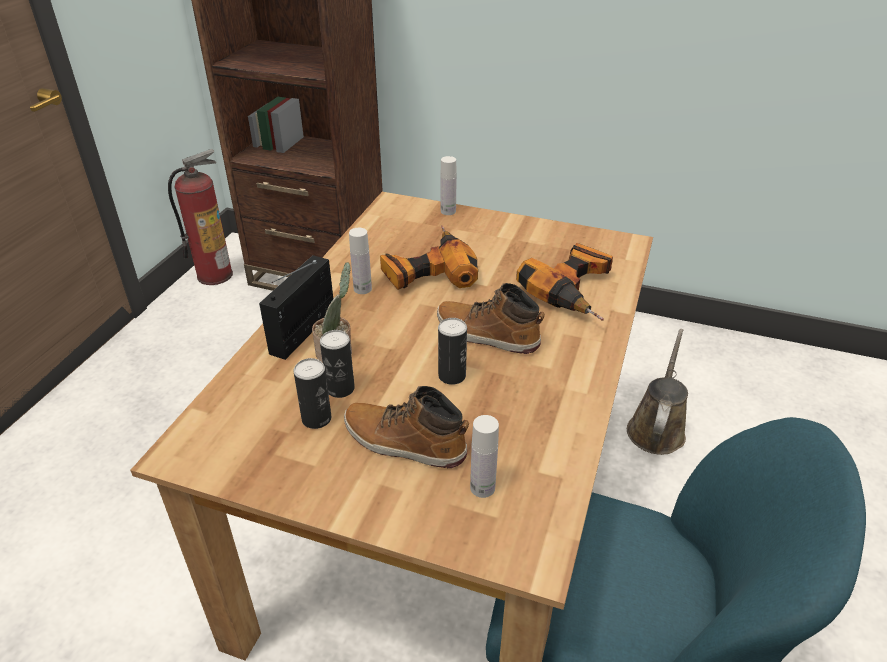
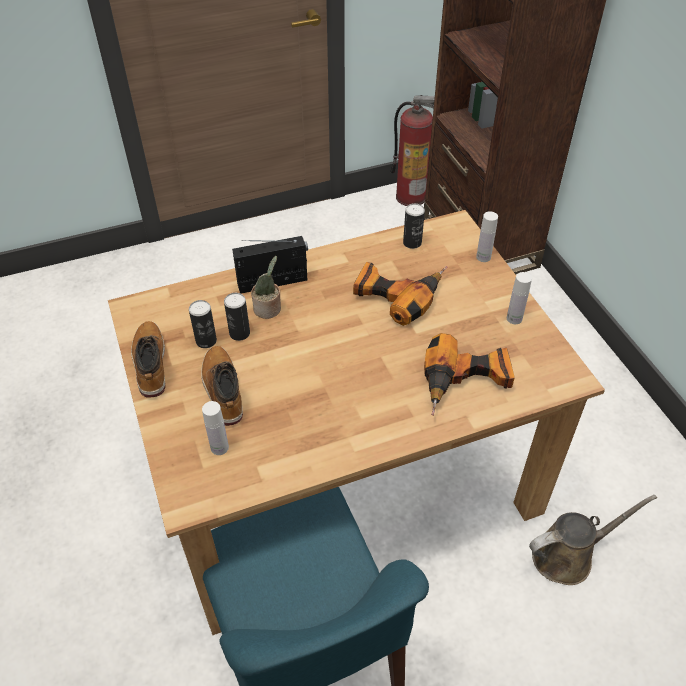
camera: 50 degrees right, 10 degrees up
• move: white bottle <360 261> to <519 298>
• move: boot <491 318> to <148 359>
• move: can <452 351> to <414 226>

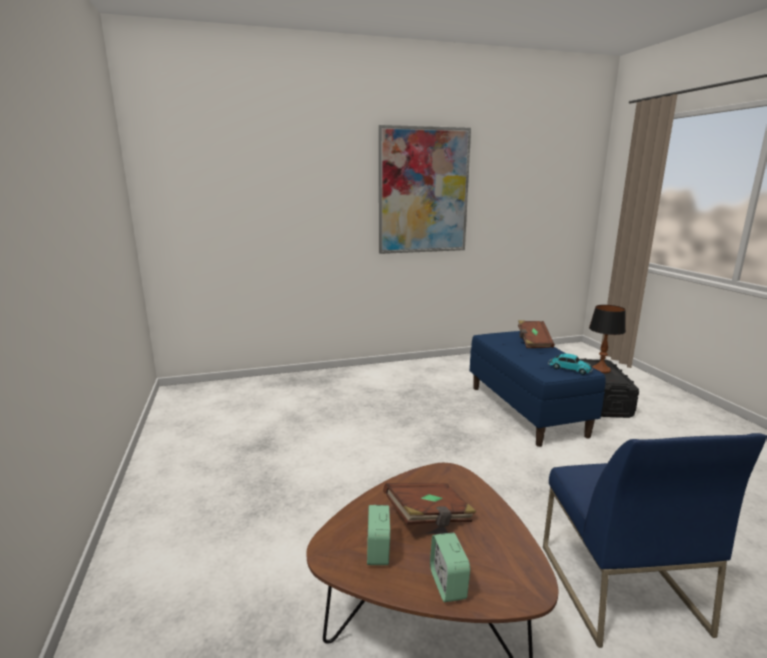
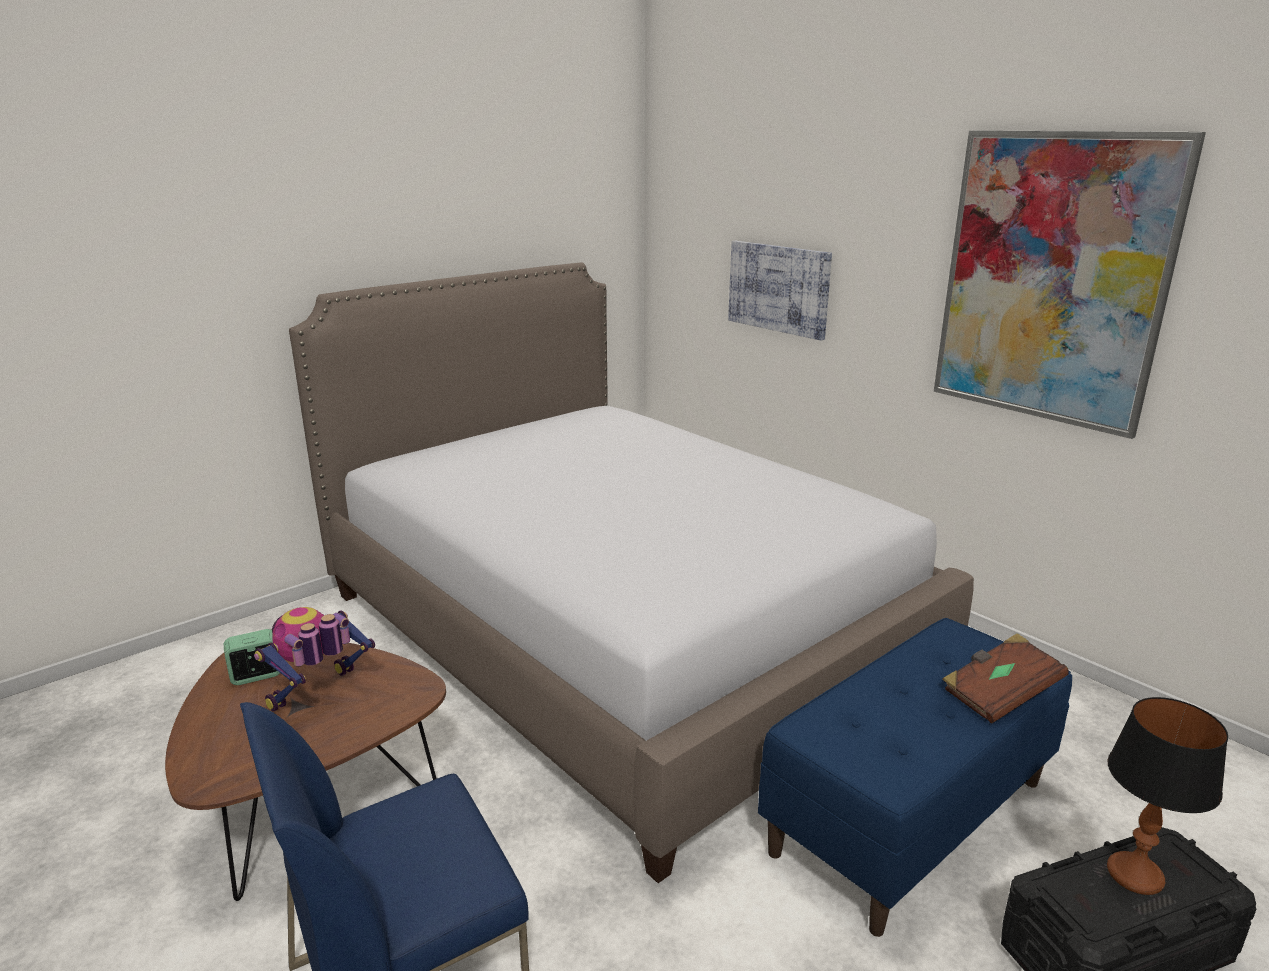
camera: 65 degrees right, 5 degrees up
• replace: brown book <429 505> to toy robot <314 659>
• delete: alarm clock <450 567>
• delete: toy car <570 364>
• insert: bed <631 572>
• insert: picture <780 290>

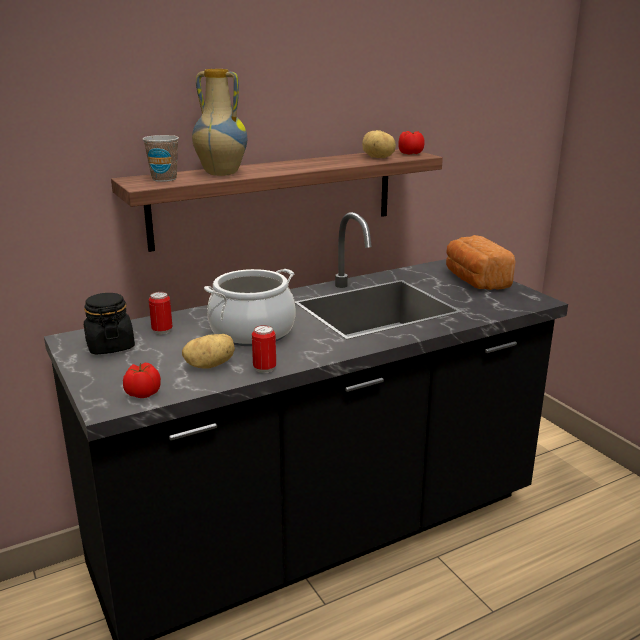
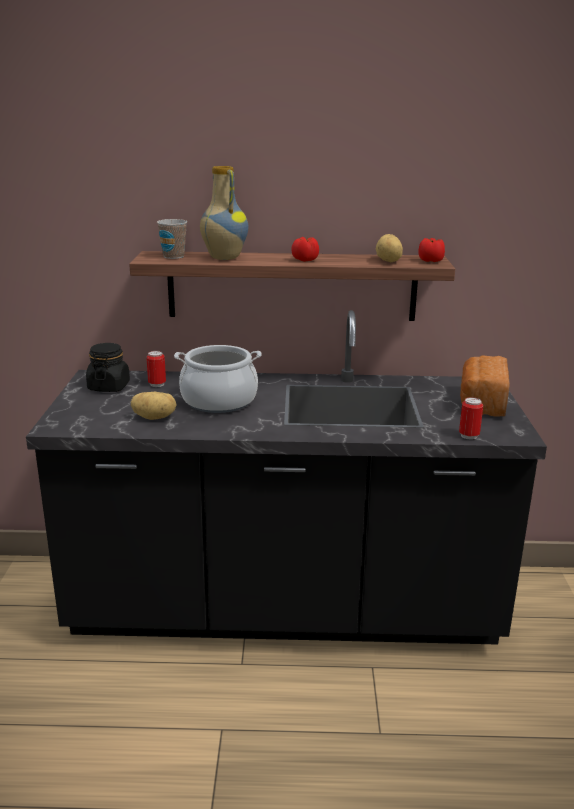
camera: 30 degrees right, 0 degrees up
• move: tomato <142 380> to <305 249>
• move: can <264 349> to <471 418>

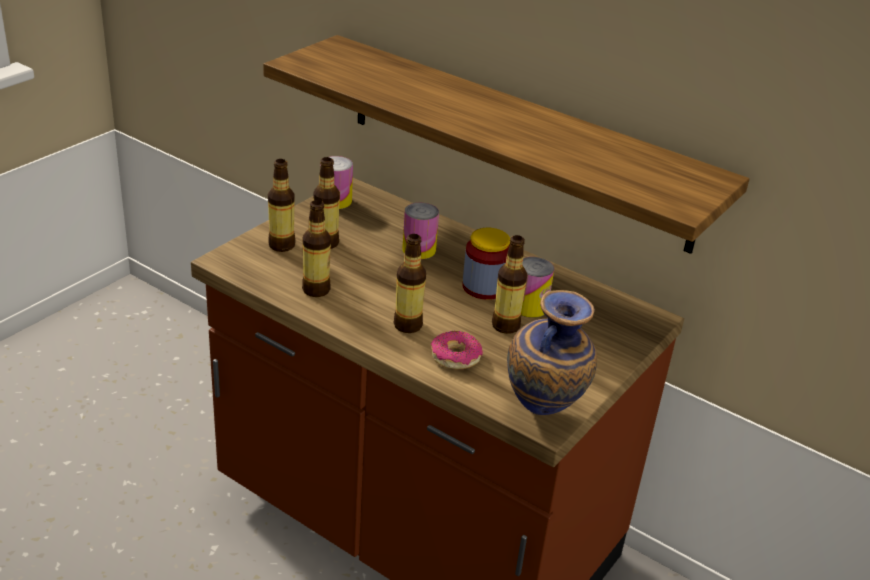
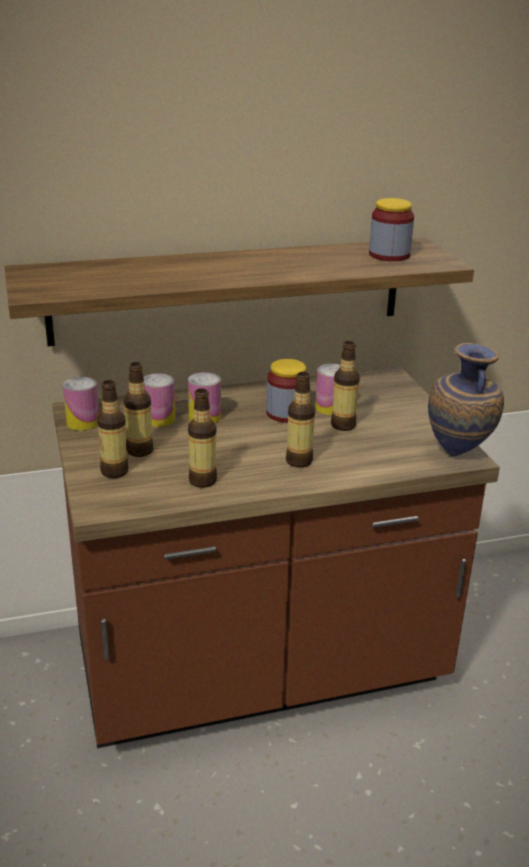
camera: 50 degrees left, 5 degrees down
• delete: donut <457 350>
• insert: can <159 400>
• insert: jar <391 229>

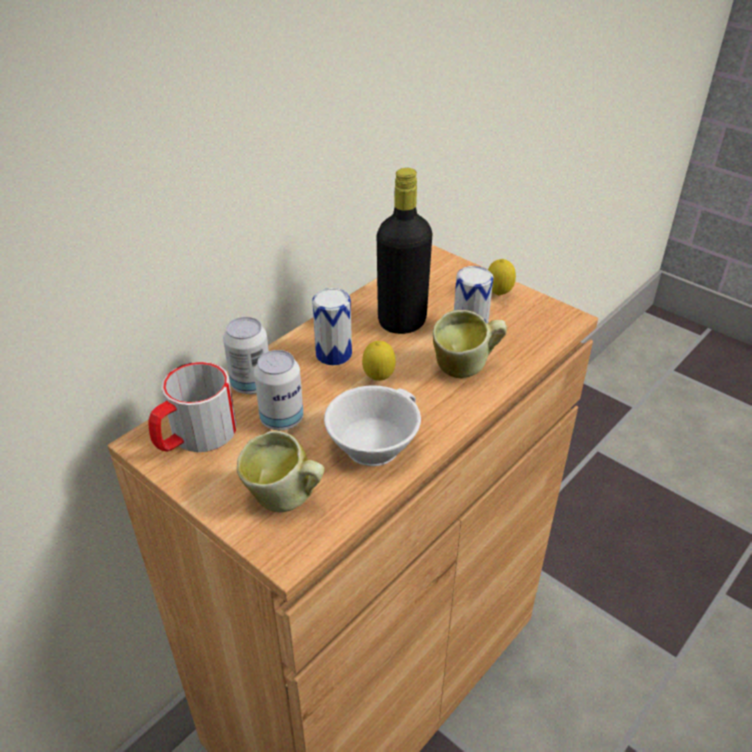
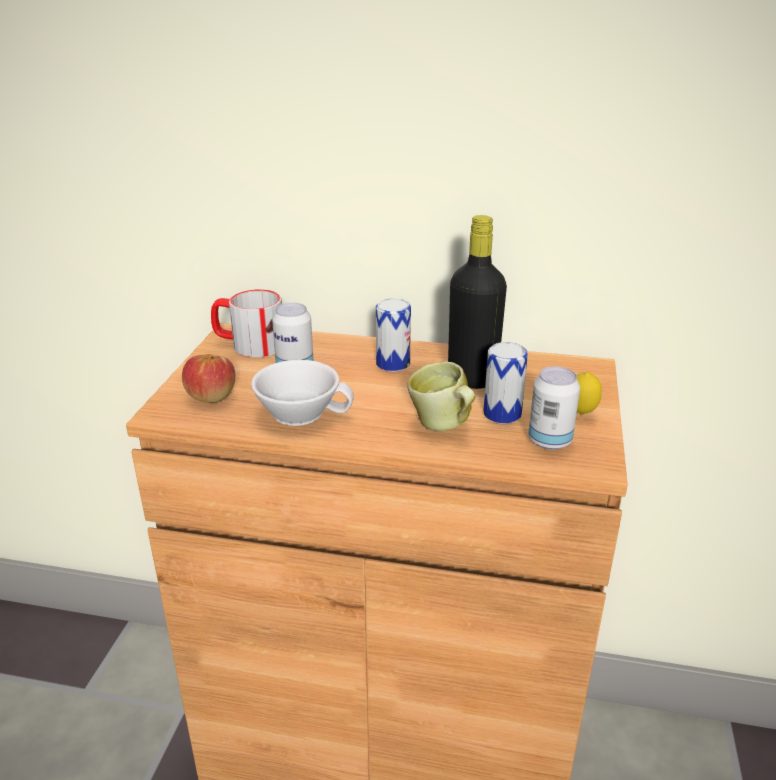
camera: 60 degrees right, 10 degrees down
• move: can <246 355> to <554 408>
• replace: mug <281 471> to apple <208 378>
• delete: lemon <379 361>

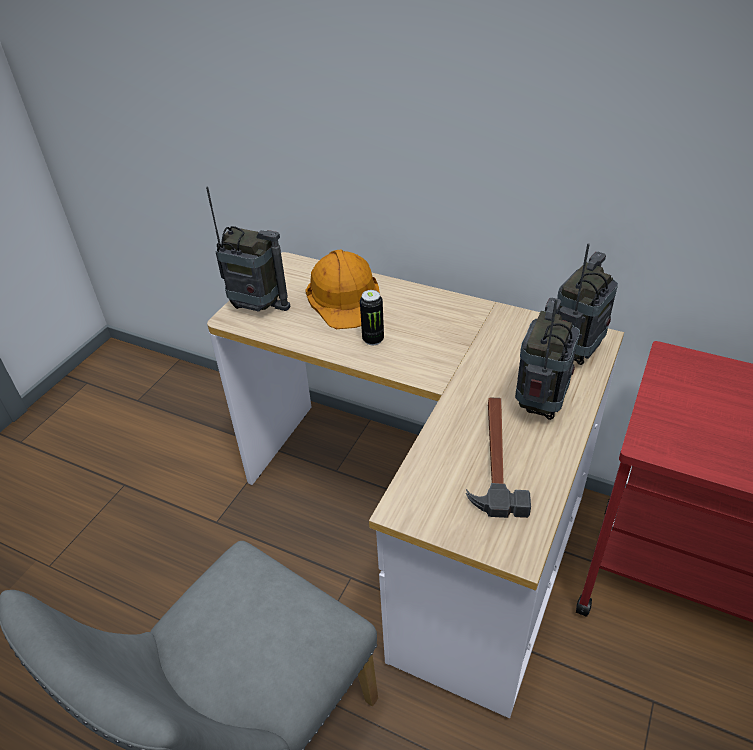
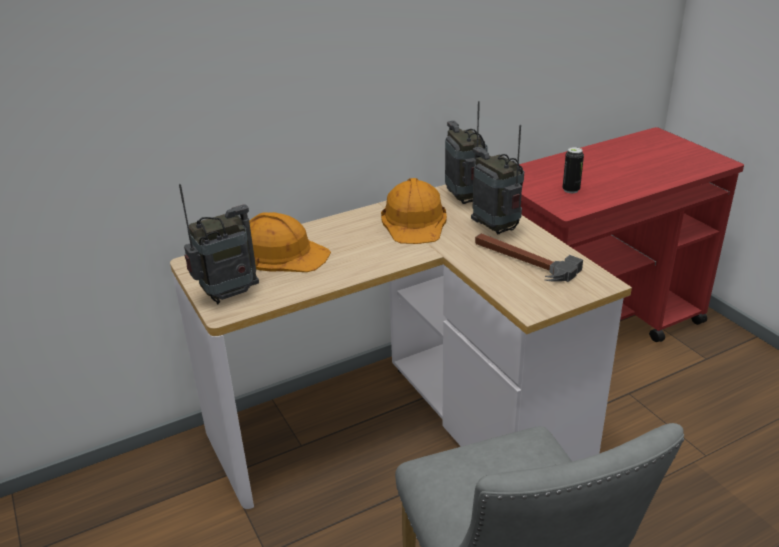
camera: 55 degrees left, 10 degrees down
• move: can <372 317> to <573 170>
• insert: orange hard hat <414 211>

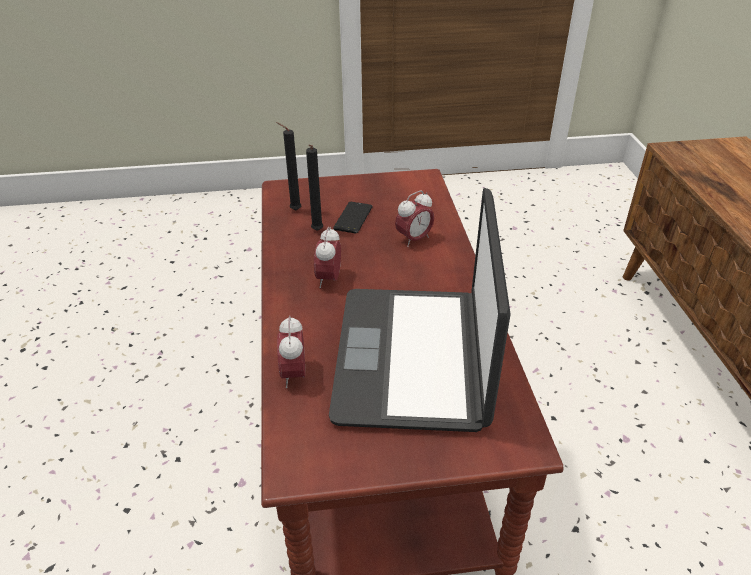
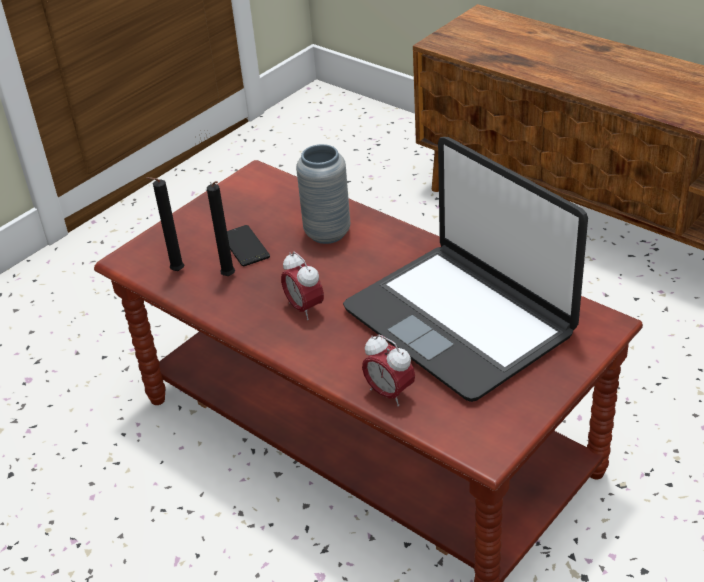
camera: 40 degrees left, 0 degrees up
• replace: alarm clock <414 219> to grey vase <323 194>

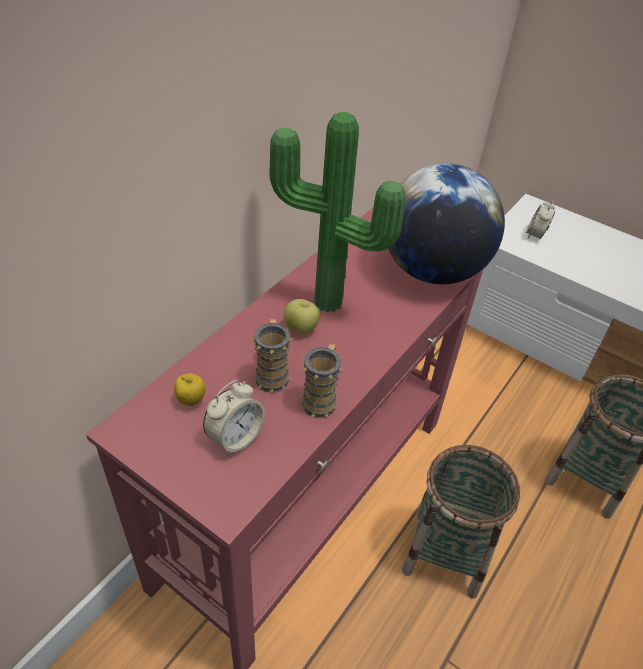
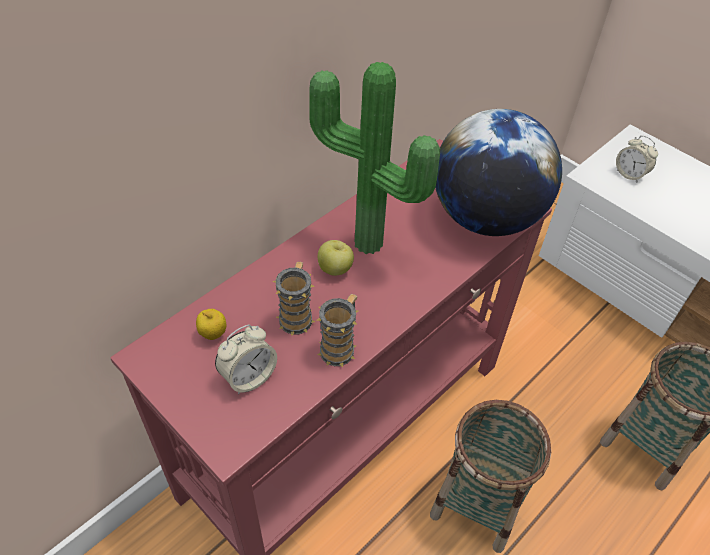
camera: 10 degrees right, 5 degrees up
• rotate: alarm clock <540 219> = <637 159> 75 degrees counterclockwise

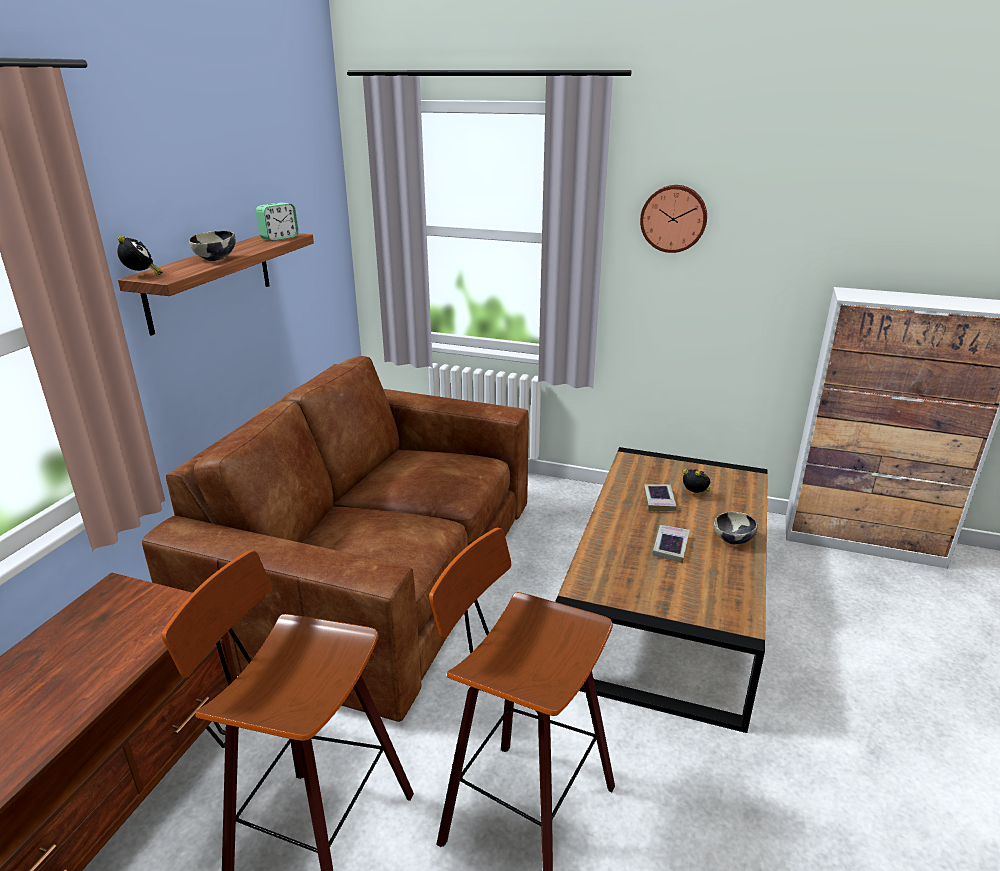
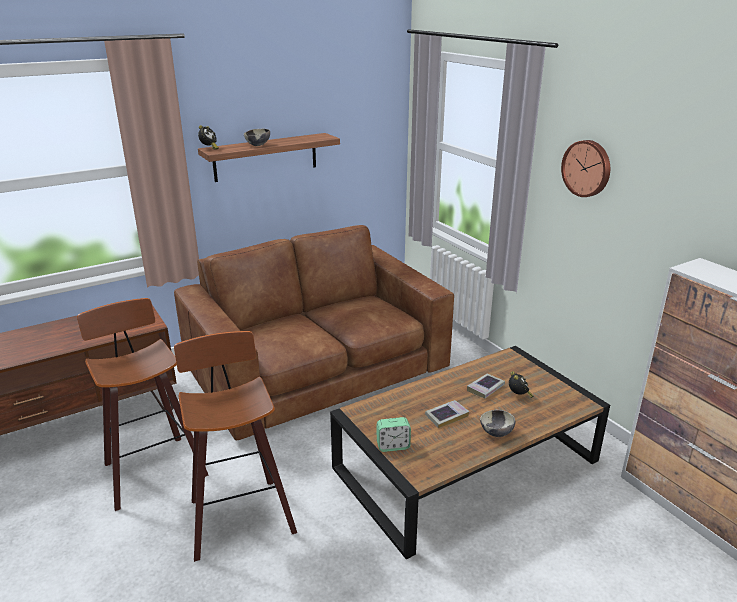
camera: 40 degrees right, 0 degrees up
• move: alarm clock <277 222> to <394 434>

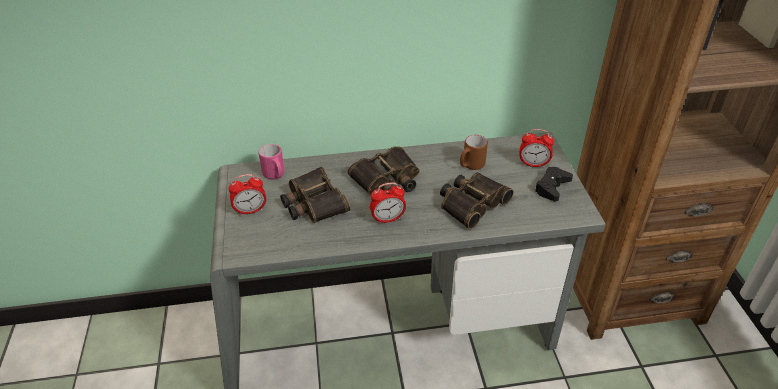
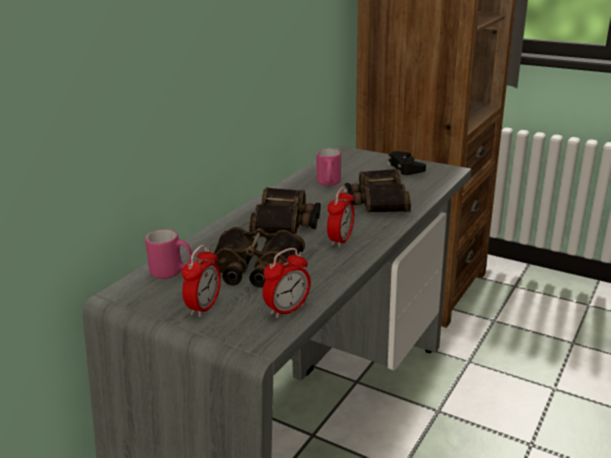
camera: 50 degrees left, 15 degrees down
• recolor: brown mug <474 152> to pink mug <328 167>
• move: alarm clock <536 148> to <287 283>

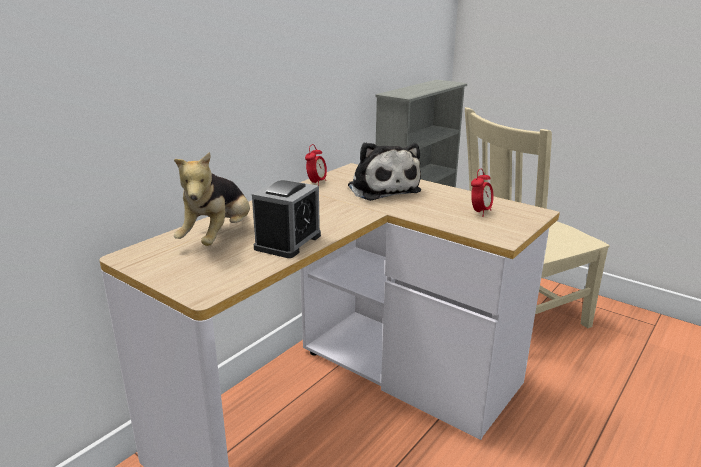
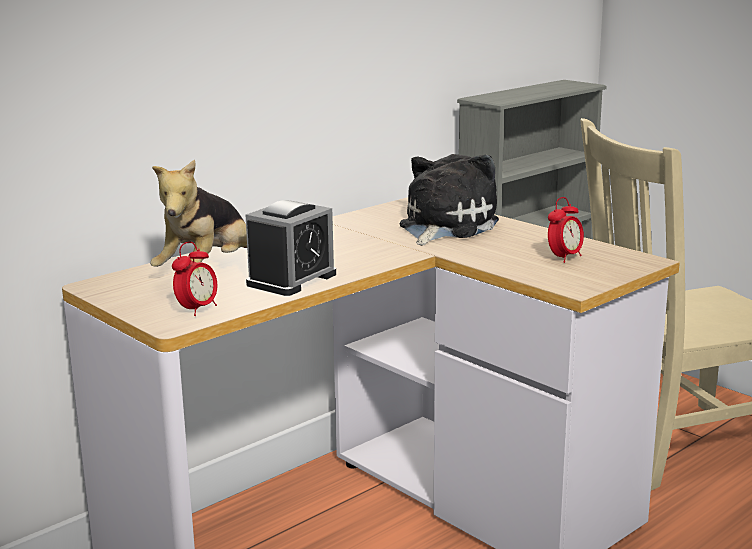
camera: 10 degrees right, 5 degrees down
• move: alarm clock <316 165> to <194 278>
• rotate: plush toy <384 171> = <449 200> 135 degrees counterclockwise

